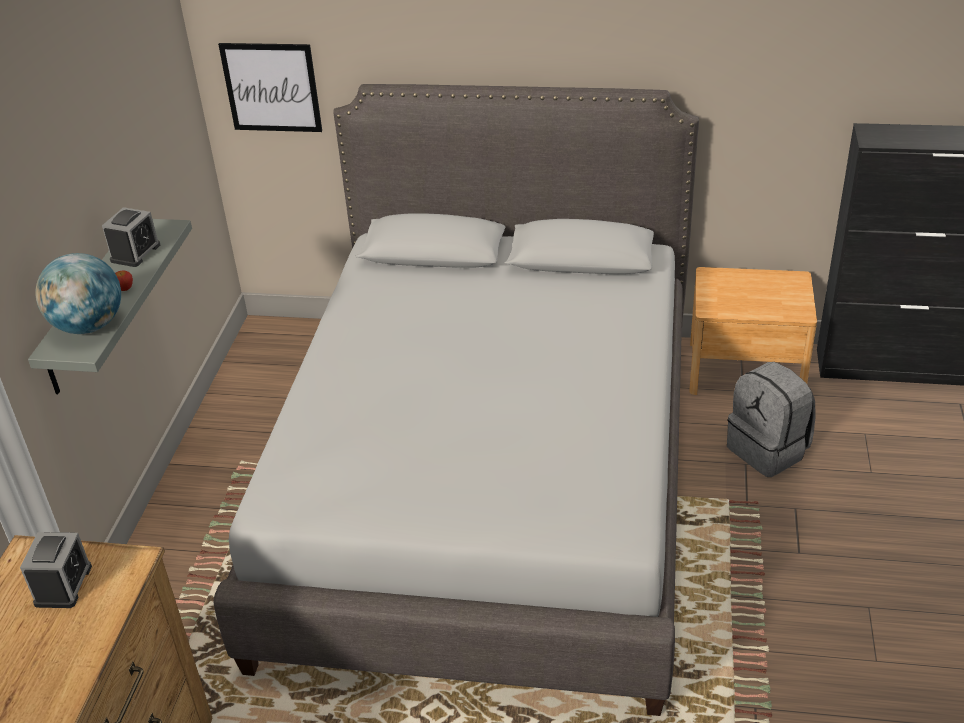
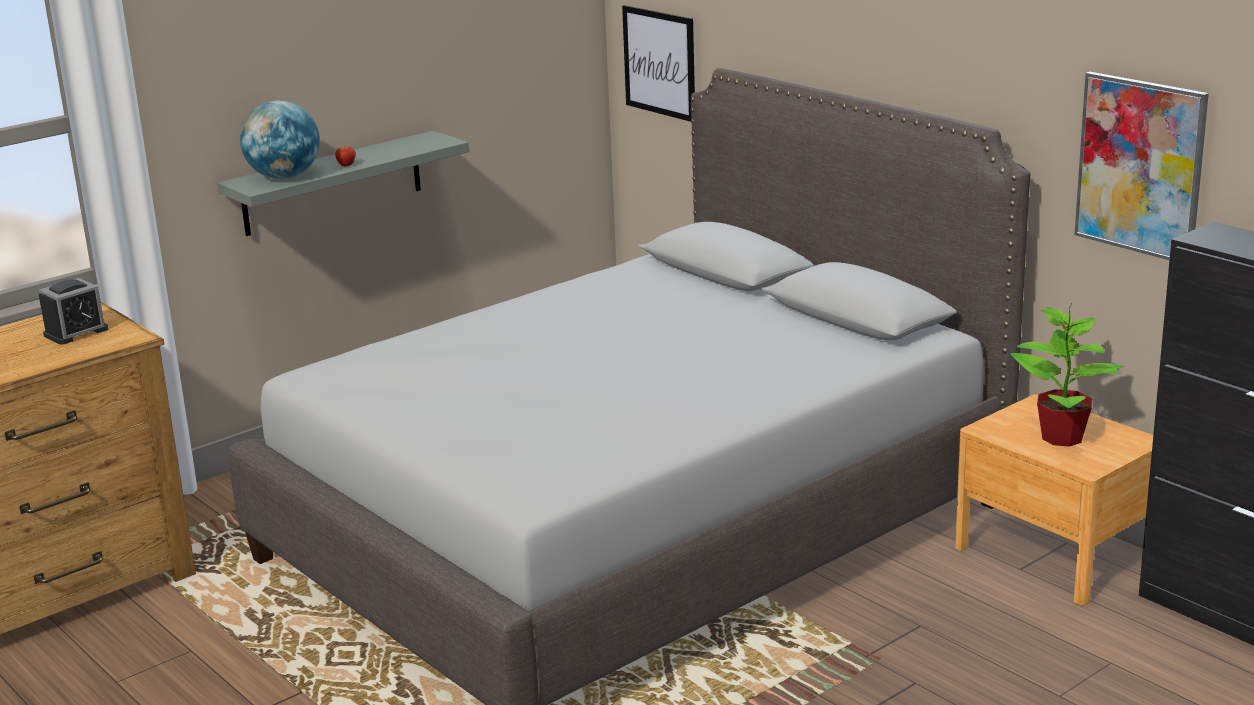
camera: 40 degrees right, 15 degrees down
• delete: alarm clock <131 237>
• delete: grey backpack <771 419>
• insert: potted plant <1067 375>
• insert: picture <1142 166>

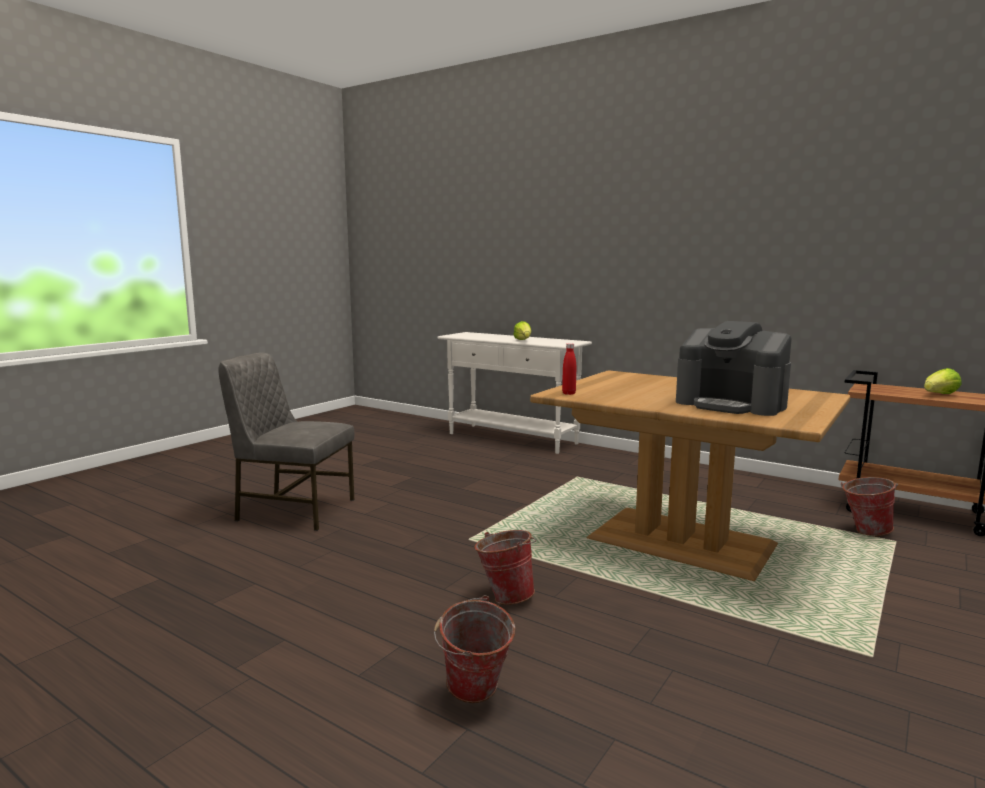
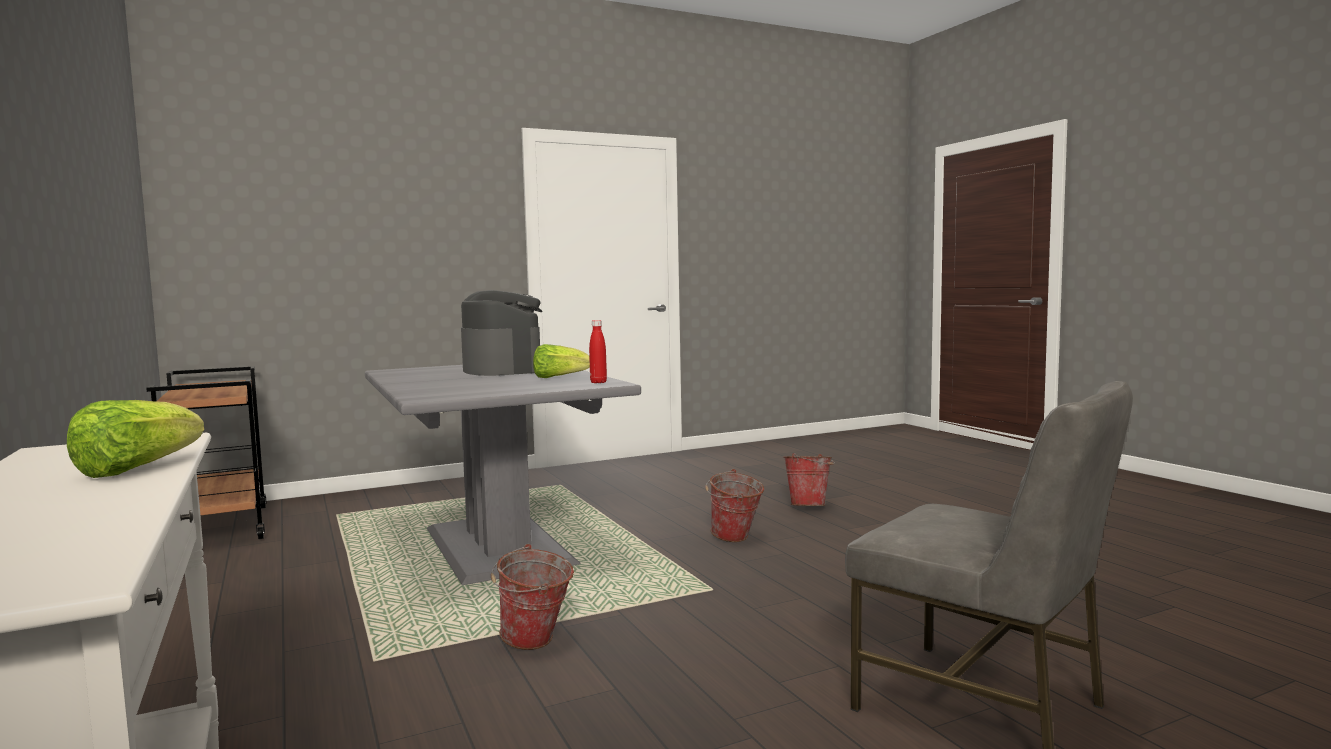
camera: 150 degrees left, 5 degrees down
• recolor: brown dining table <690 475> to grey dining table <503 475>
• move: bucket <869 506> to <532 597>
• move: lettuce <943 381> to <561 361>

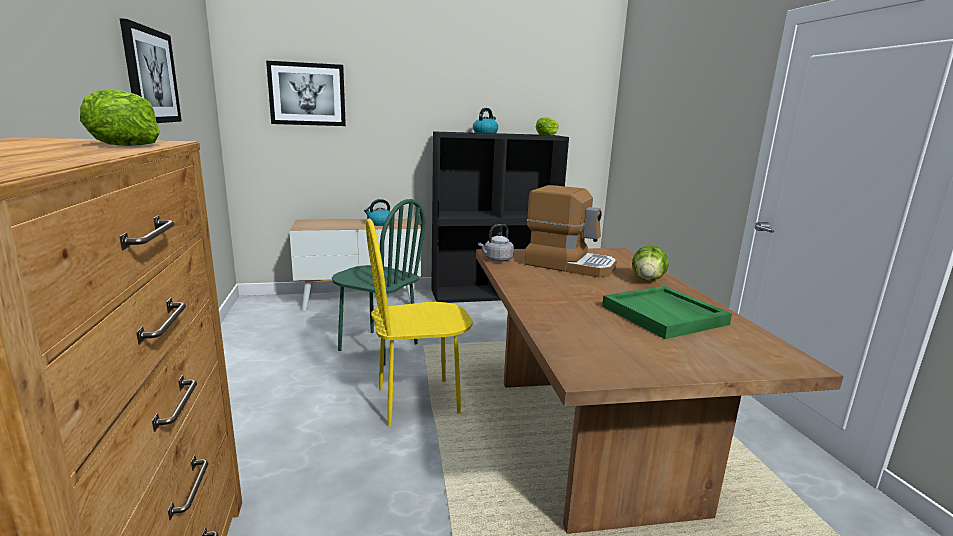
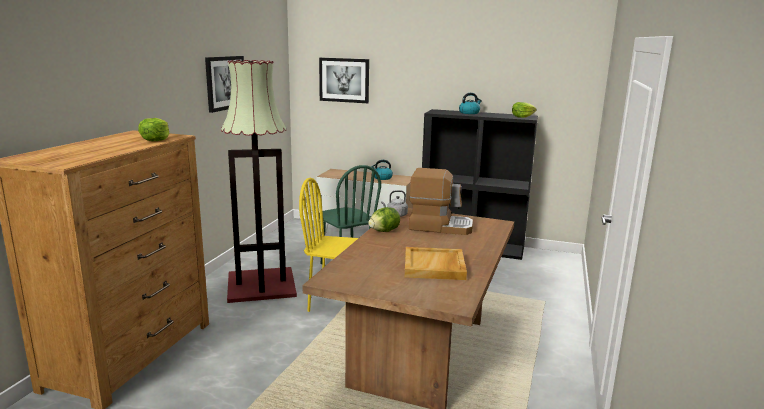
camera: 30 degrees right, 0 degrees up
• rotate: coffee machine <570 231> = <441 201> 45 degrees counterclockwise
• recolor: green tray <667 312> to beige tray <436 263>
• move: lettuce <650 263> to <384 219>
• insert: floor lamp <259 181>

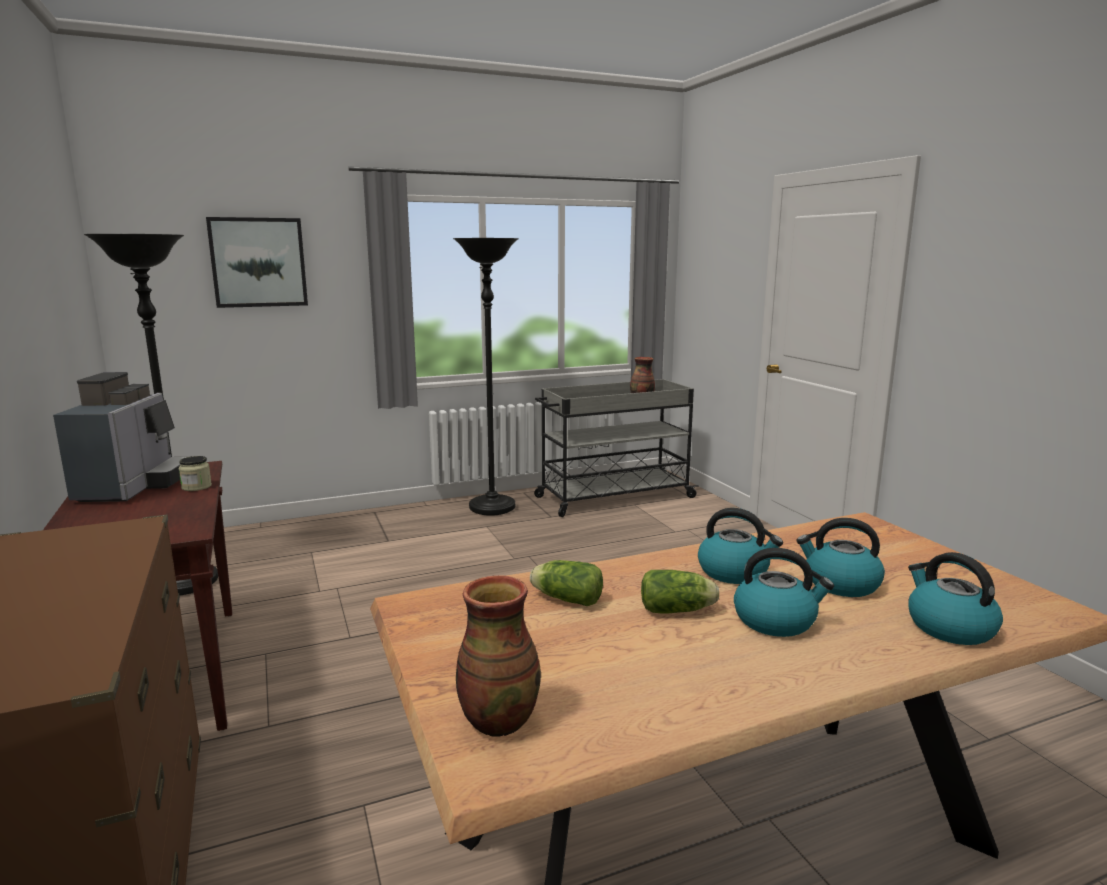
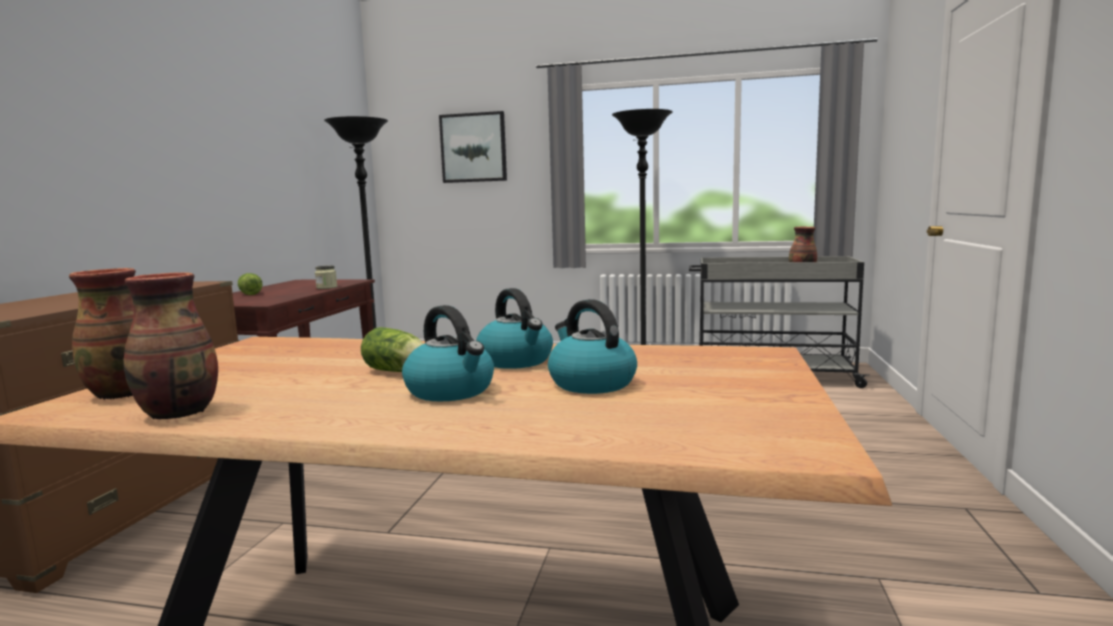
camera: 35 degrees right, 5 degrees down
• delete: coffee machine <119 437>
• move: lettuce <566 583> to <250 284>
• delete: kettle <955 598>
• insert: vase <171 345>

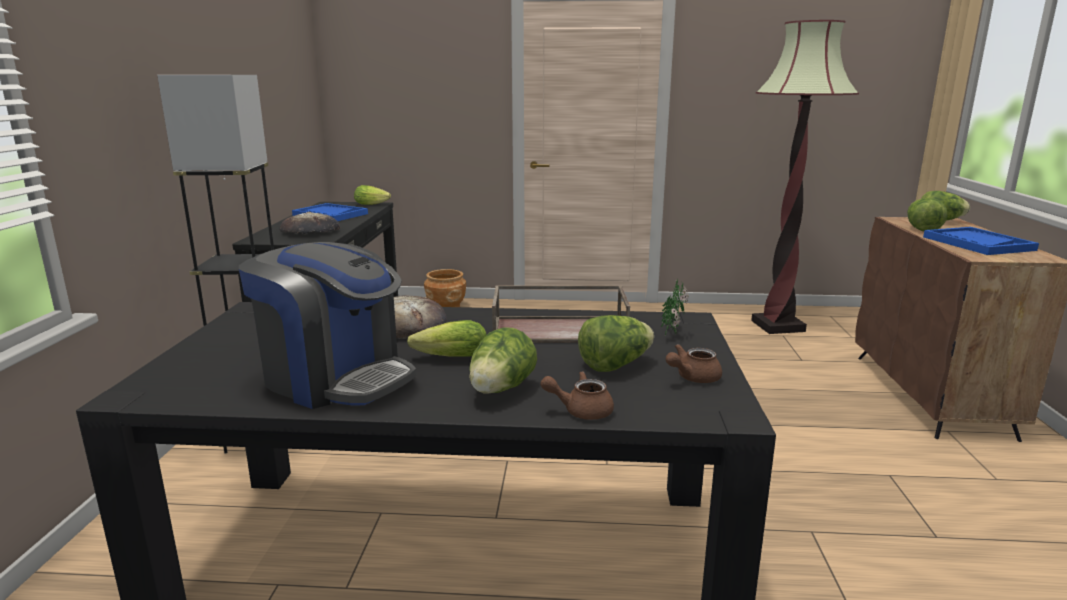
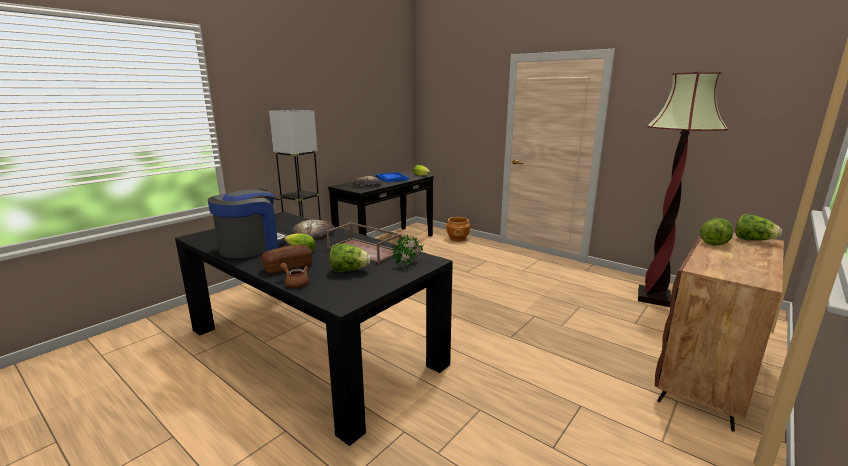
camera: 35 degrees right, 0 degrees up
• rotate: coffee machine <327 325> = <248 223> 120 degrees counterclockwise
• replace: lettuce <503 361> to bread <287 259>
• delete: brown teapot <694 363>
• delete: blue tray <981 241>

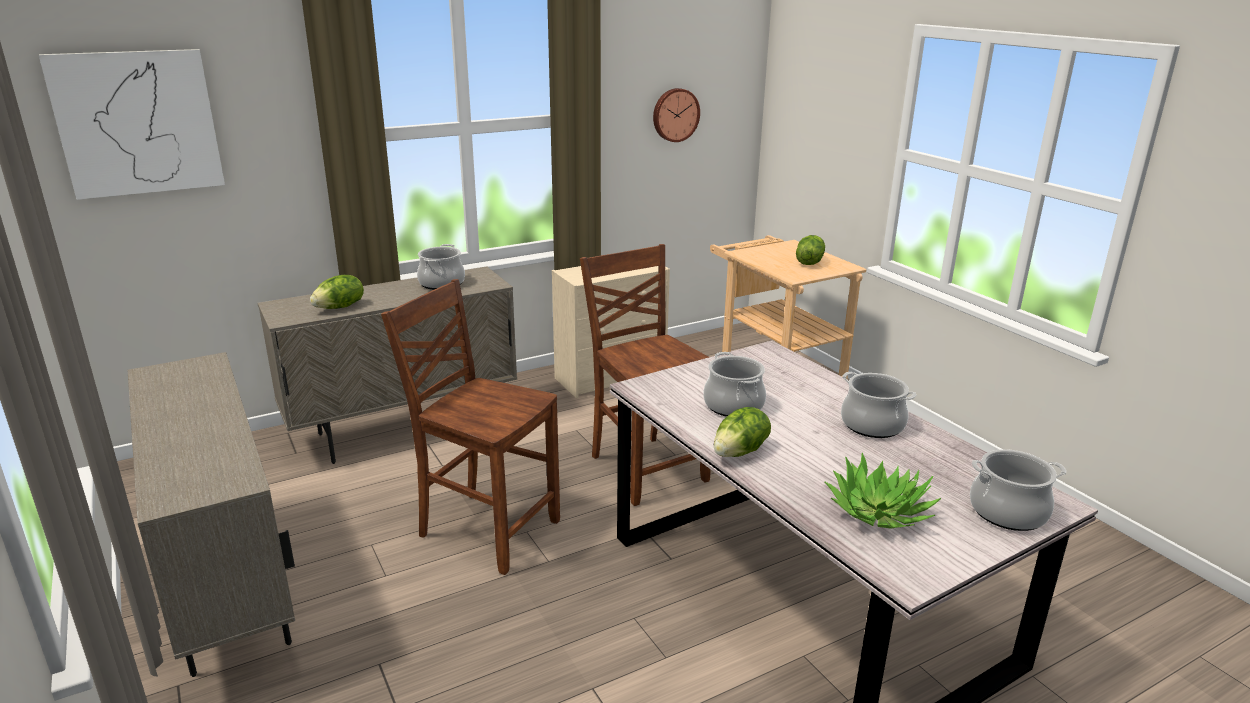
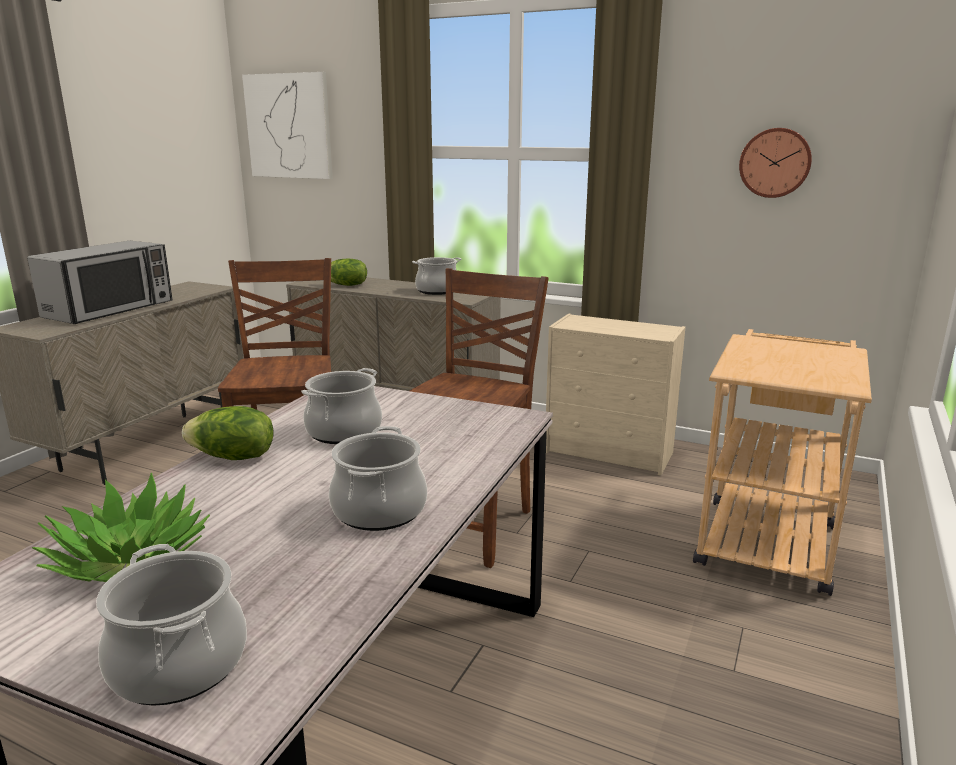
camera: 55 degrees right, 5 degrees down
• delete: lettuce <810 250>
• insert: microwave <99 282>

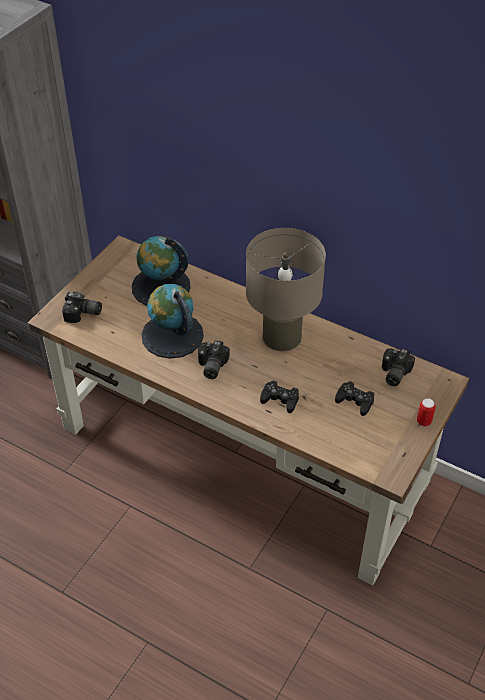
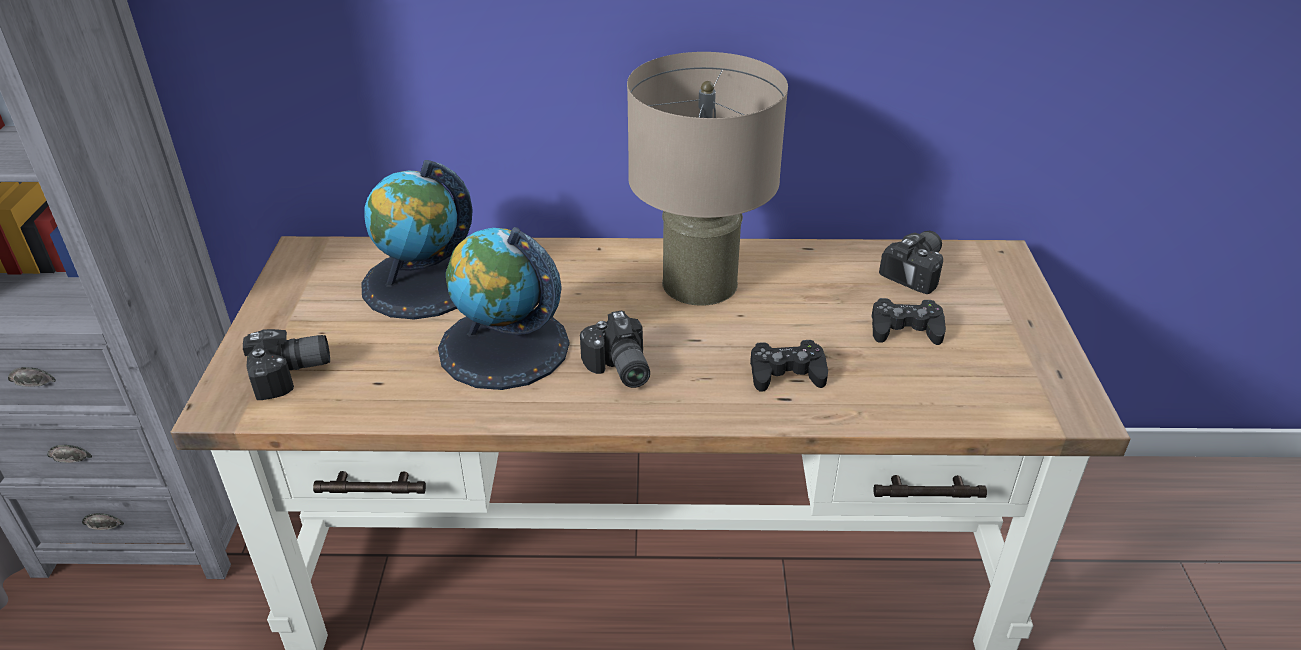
camera: 30 degrees left, 10 degrees down
• rotate: photo camera <398 367> = <911 262> 135 degrees counterclockwise
• delete: can <426 412>

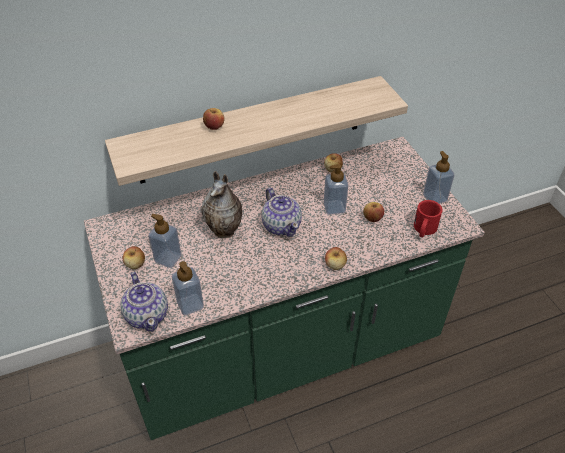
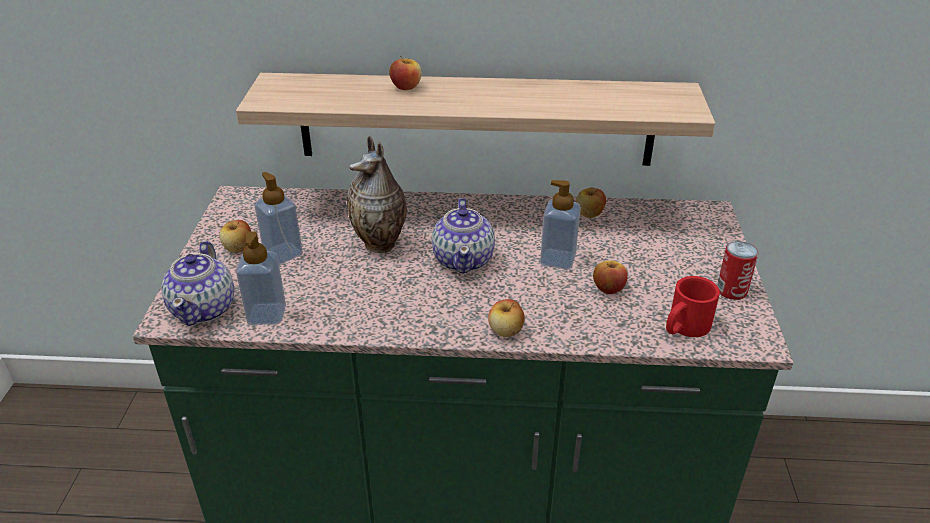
camera: 25 degrees right, 10 degrees down
• replace: soap dispenser <438 177> to can <737 270>

